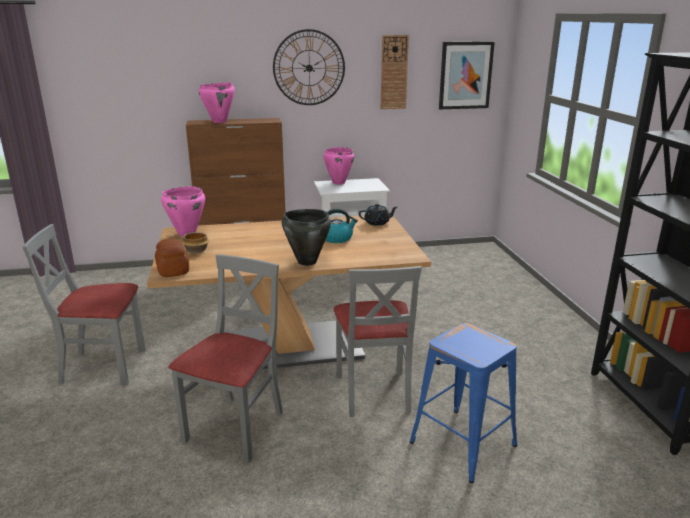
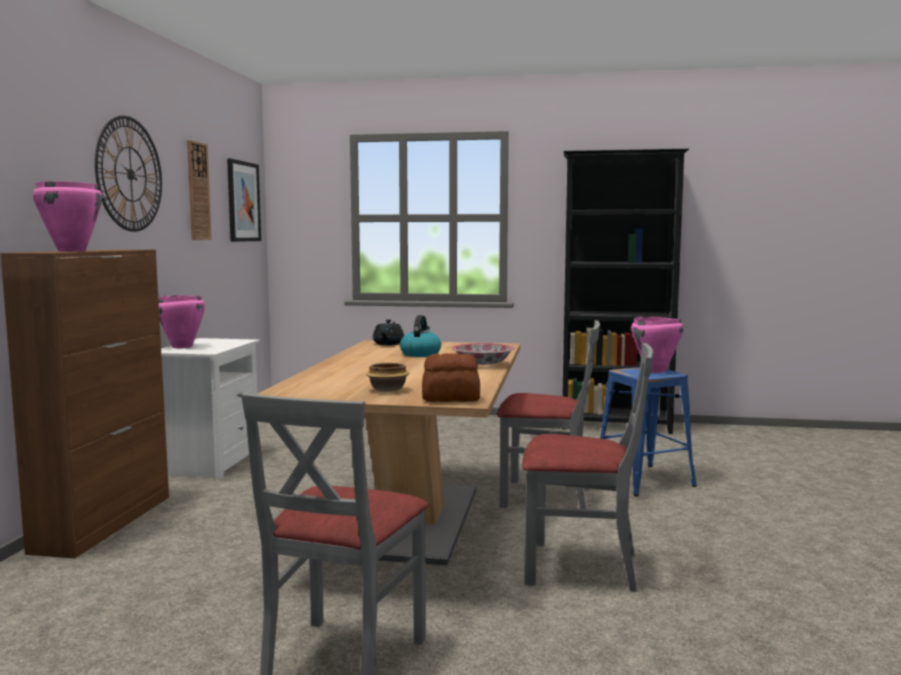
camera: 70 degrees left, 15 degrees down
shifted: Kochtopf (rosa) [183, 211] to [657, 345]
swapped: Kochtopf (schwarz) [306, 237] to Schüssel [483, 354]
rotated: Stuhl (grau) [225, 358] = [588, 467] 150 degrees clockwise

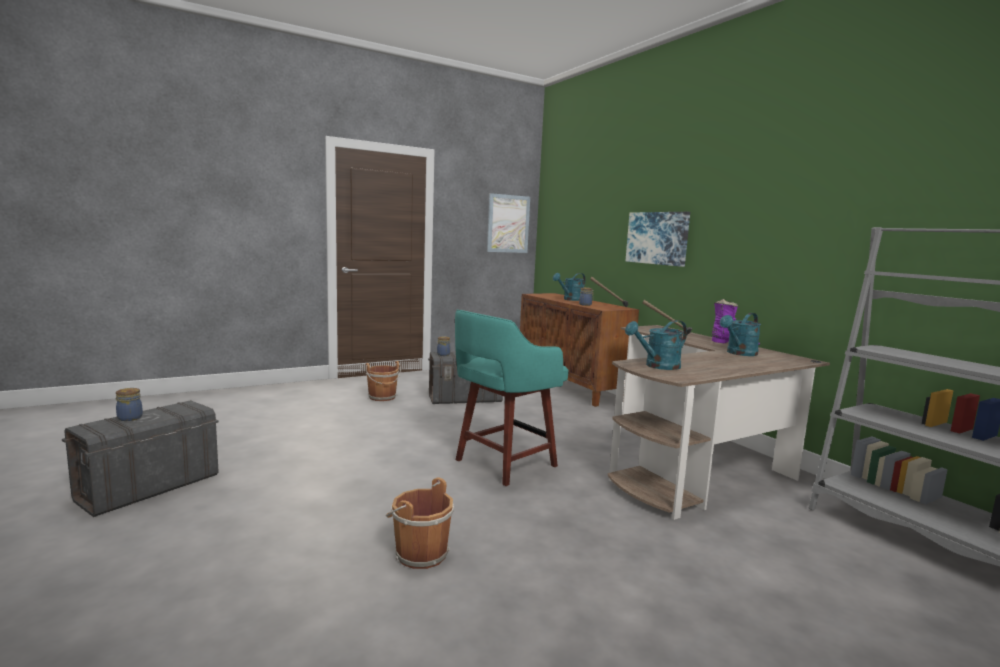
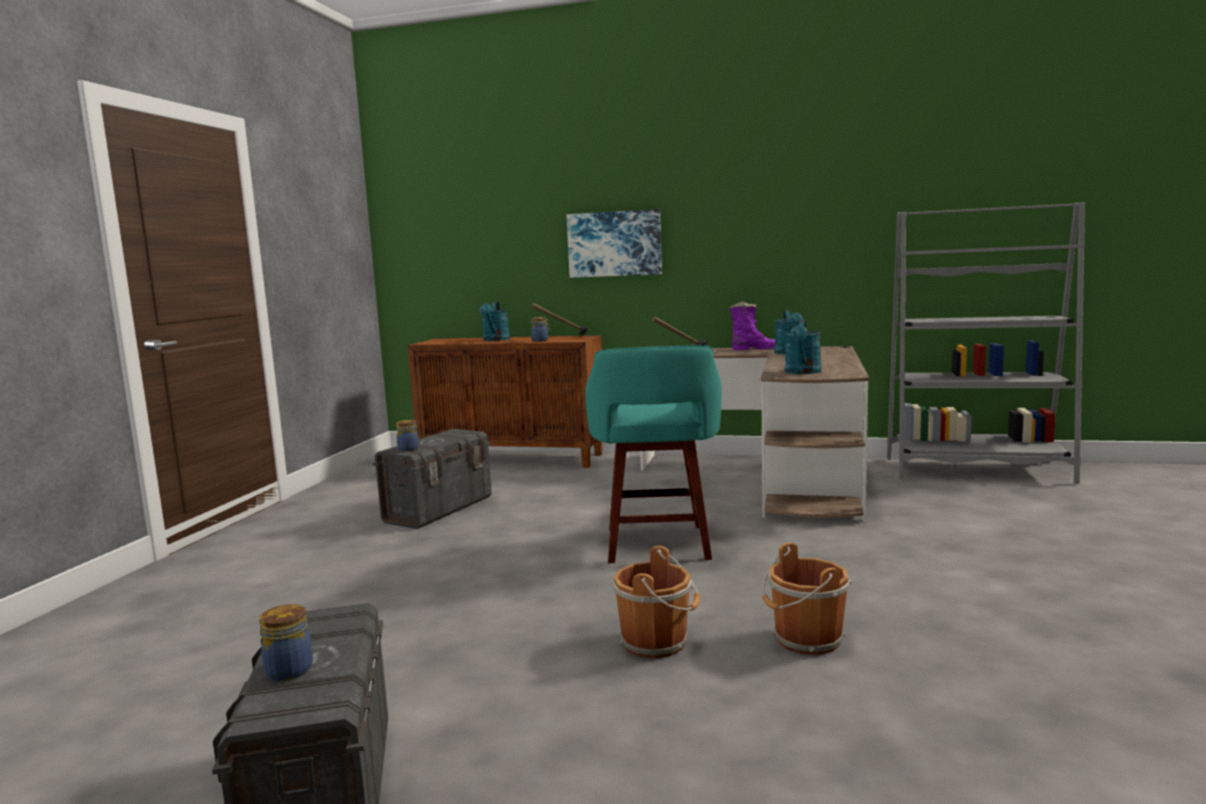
camera: 45 degrees left, 0 degrees up
gone: Bild [508, 223]
shifted: Eimer (braun) [383, 381] to [656, 602]

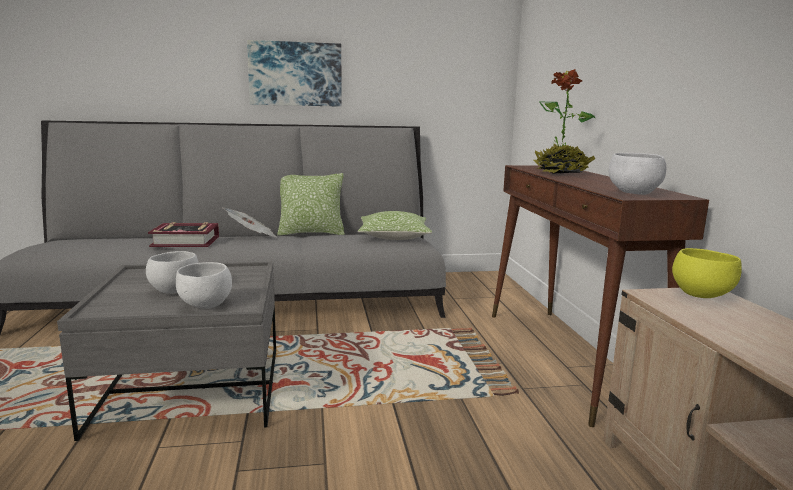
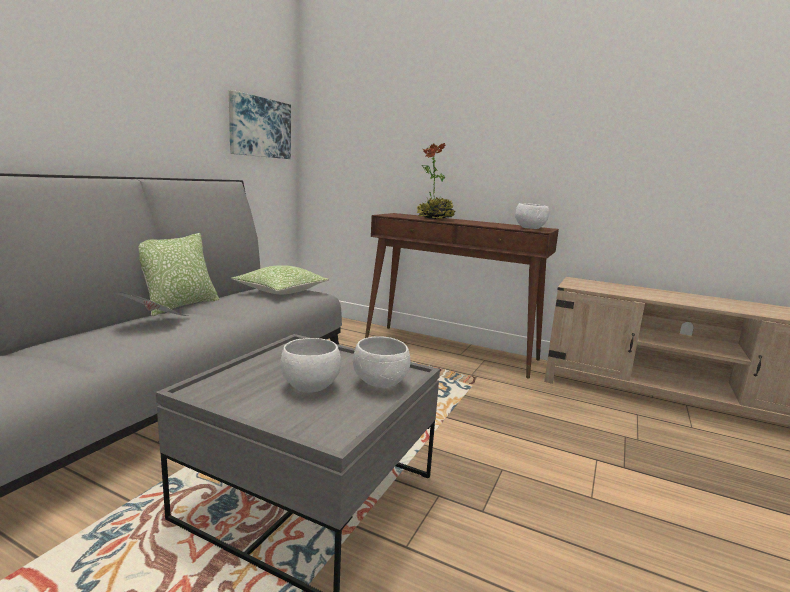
camera: 55 degrees left, 0 degrees up
gone: Buch [183, 234]; Schüssel (gelb) [707, 273]
shifted: Bild [294, 73] to [260, 124]

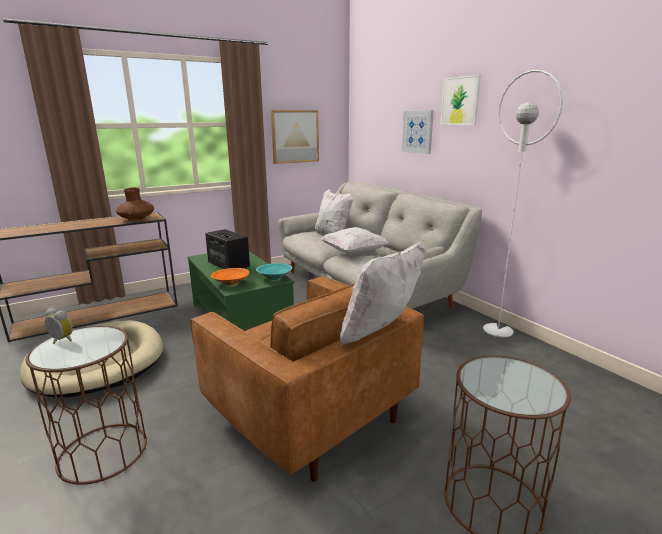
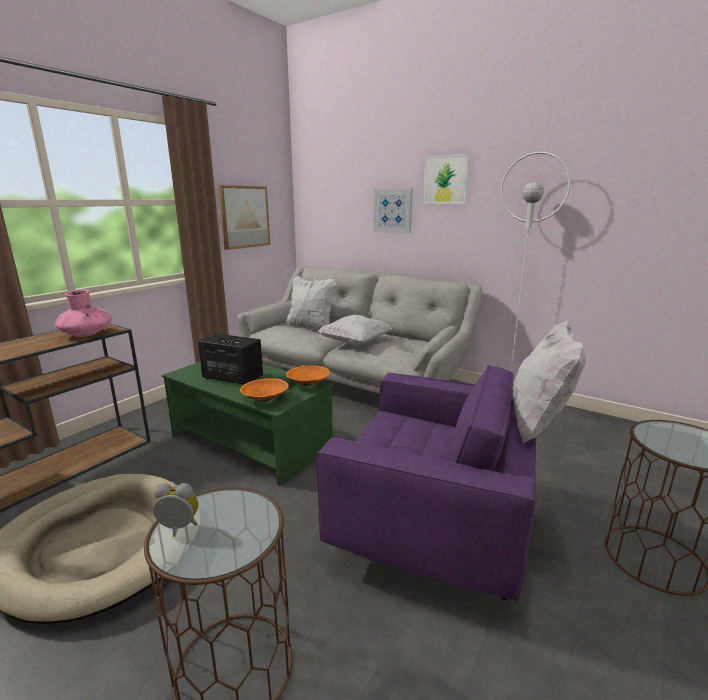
camera: 25 degrees left, 0 degrees up
repainted: Vase (braun) [135, 204] to Vase (rosa) [83, 313]; Sessel (braun) [307, 379] to Sessel (lila) [426, 483]; Schüssel (türkis) [274, 271] to Schüssel (orange) [308, 376]

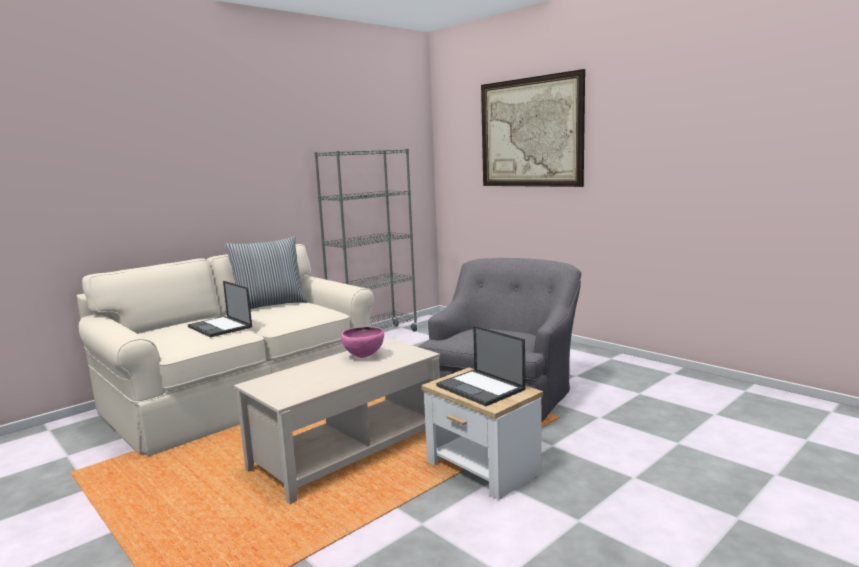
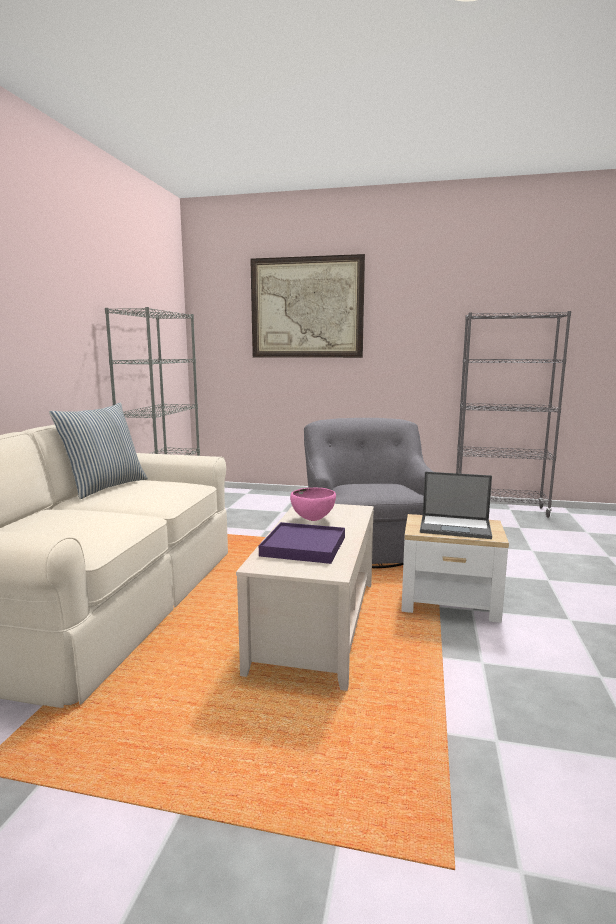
camera: 35 degrees left, 0 degrees up
gone: Laptop [220, 309]
new: Tablett (lila) [302, 543]; Bücherregal (grau) [513, 414]

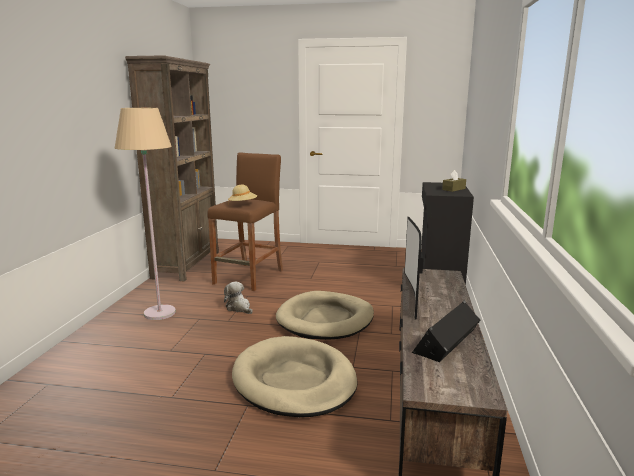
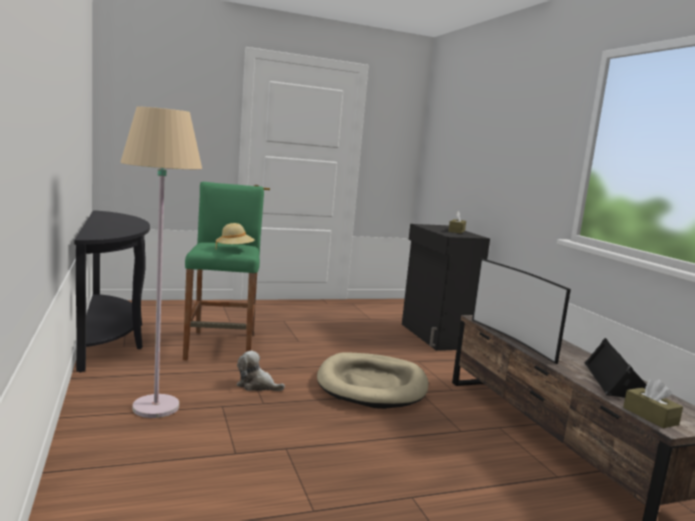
camera: 30 degrees left, 5 degrees down
gone: Hundebett (beige) [295, 376]
new: Taschentuchbox (braun) [653, 403]
swapped: Bücherregal (braun) [172, 168] to Konsolentisch (schwarz) [112, 291]
repainted: Hocker (braun) [245, 222] to Hocker (grün) [223, 271]

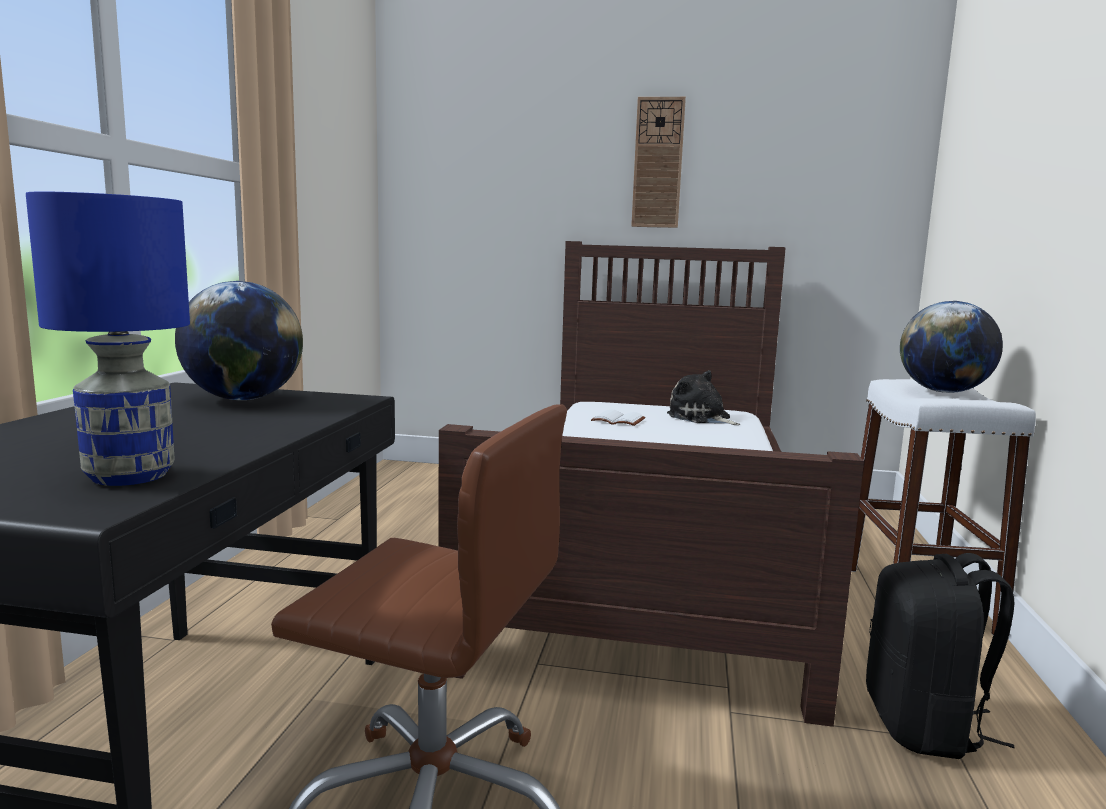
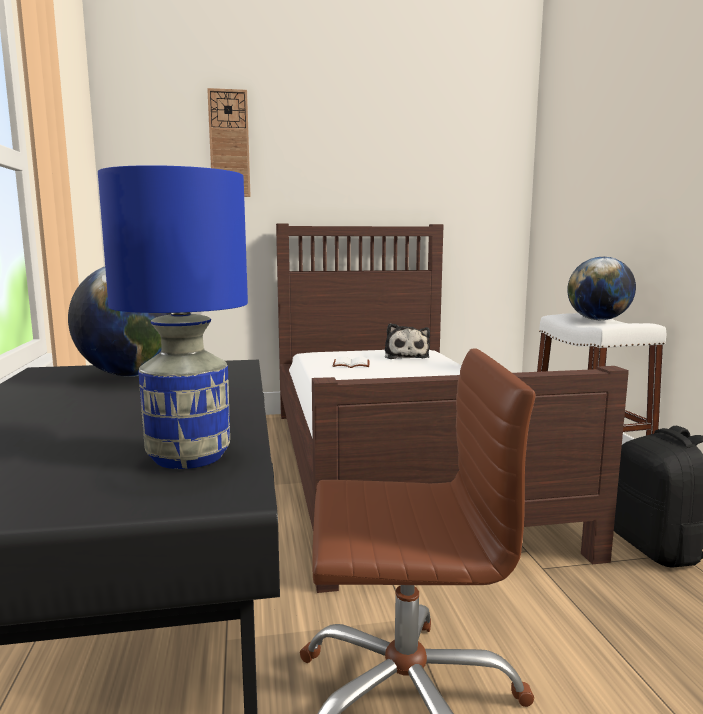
camera: 20 degrees left, 0 degrees up
shifted: Wanduhr [658, 162] to [229, 142]
rotated: Plüschtier [703, 397] = [407, 341] 120 degrees counterclockwise

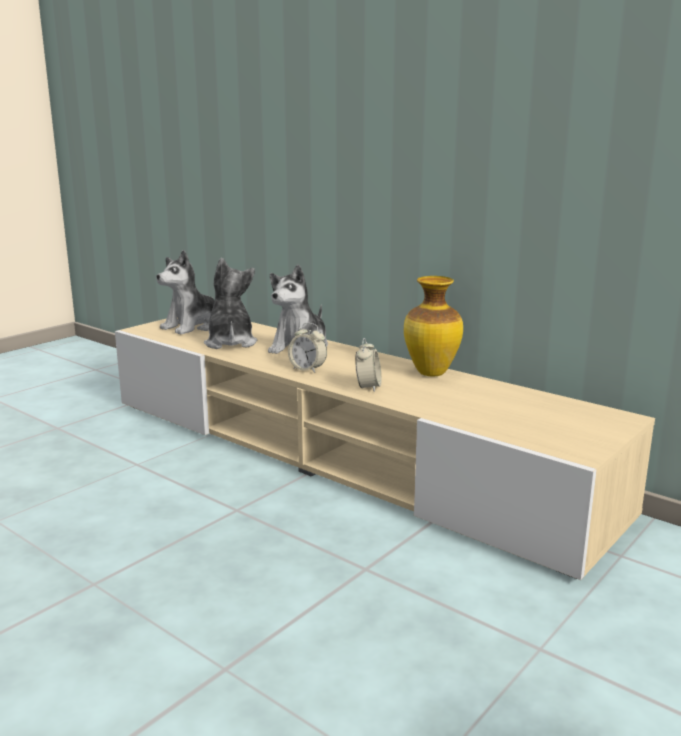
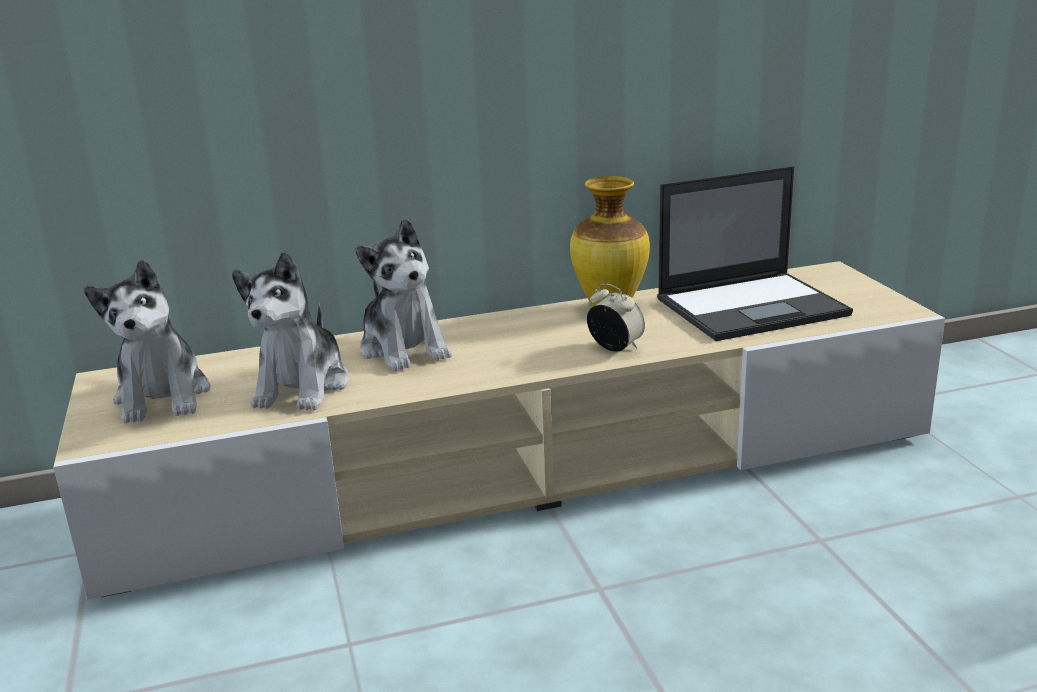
camera: 55 degrees left, 5 degrees up
gone: Wecker [307, 348]
new: Laptop [755, 253]
rotated: Plüschtier [230, 303] = [290, 330] 105 degrees counterclockwise

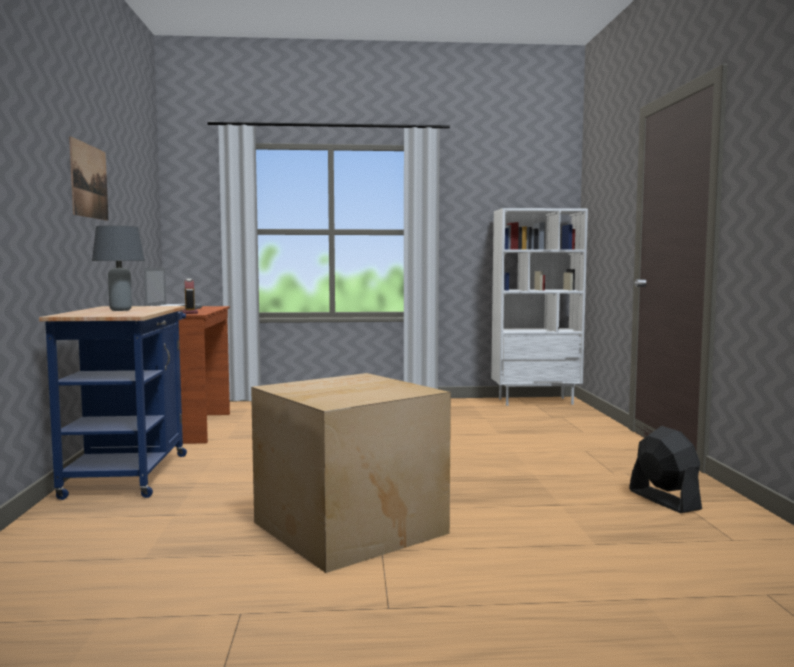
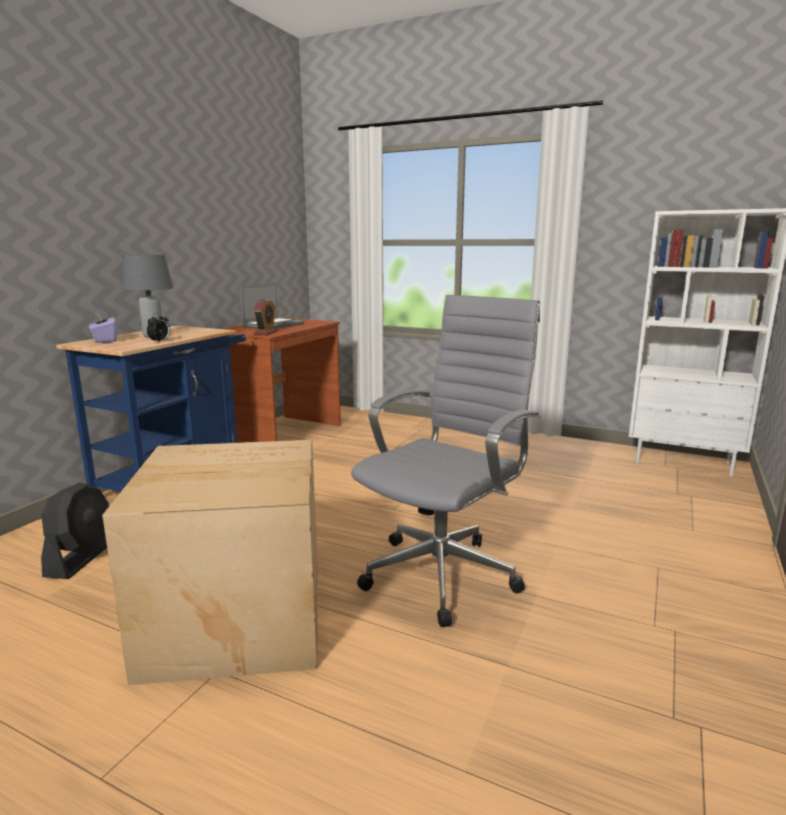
camera: 30 degrees right, 10 degrees up
gone: Bild [89, 178]
new: Taschentuchbox (lila) [103, 327]; Wecker [158, 327]; Bürostuhl (grau) [446, 461]
shifted: Ventilator (schwarz) [665, 469] to [75, 530]

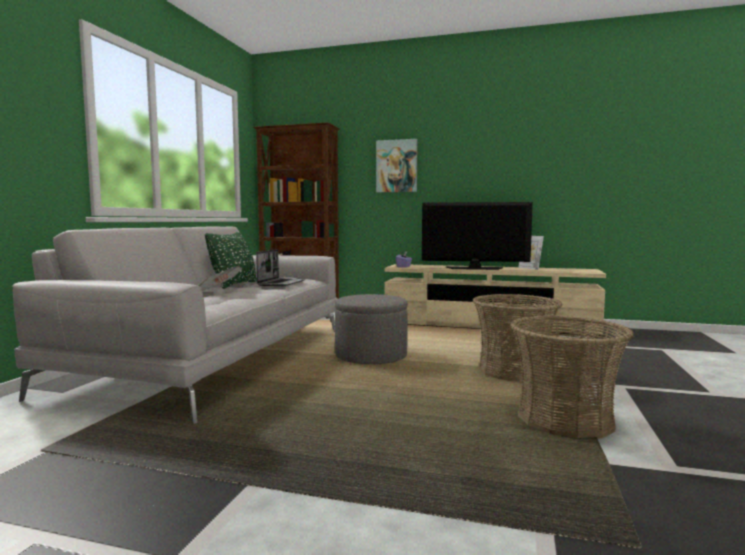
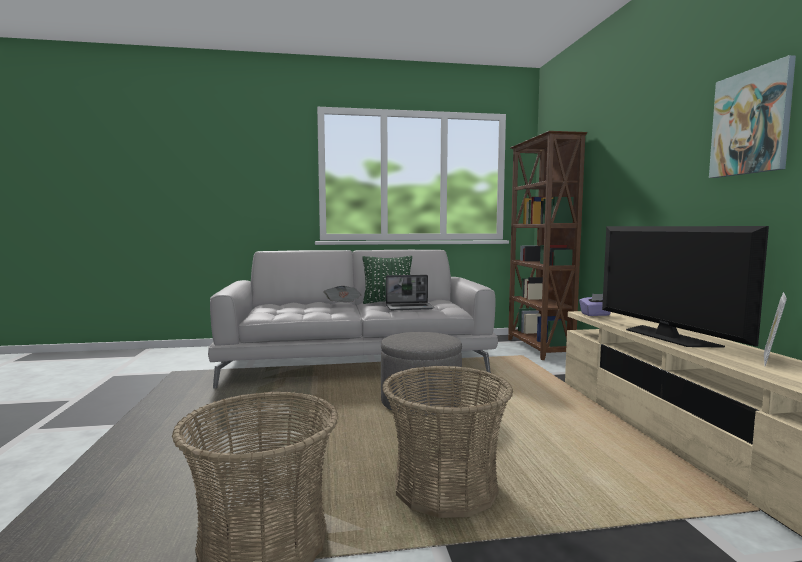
camera: 65 degrees right, 0 degrees up
shifted: Bild [397, 165] to [752, 116]

